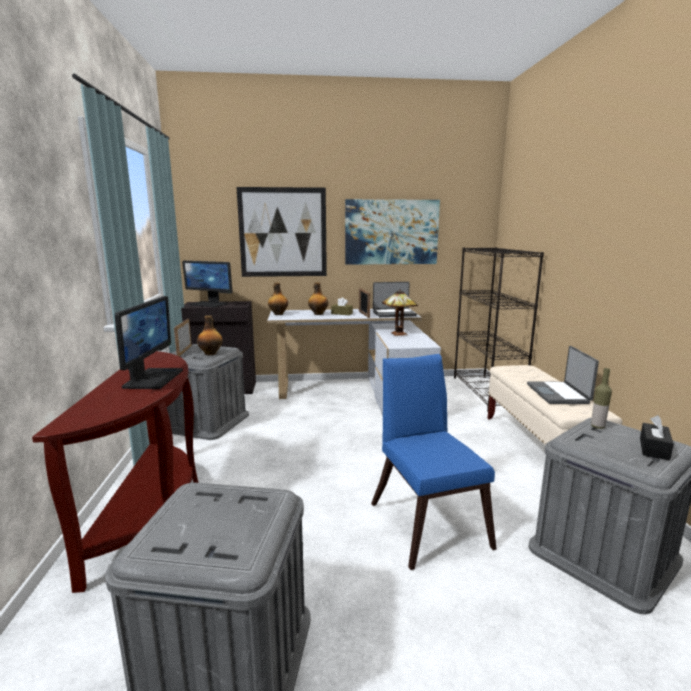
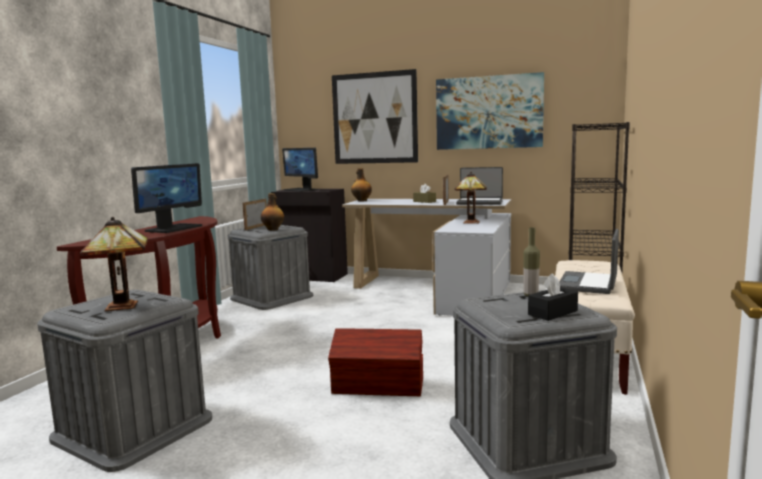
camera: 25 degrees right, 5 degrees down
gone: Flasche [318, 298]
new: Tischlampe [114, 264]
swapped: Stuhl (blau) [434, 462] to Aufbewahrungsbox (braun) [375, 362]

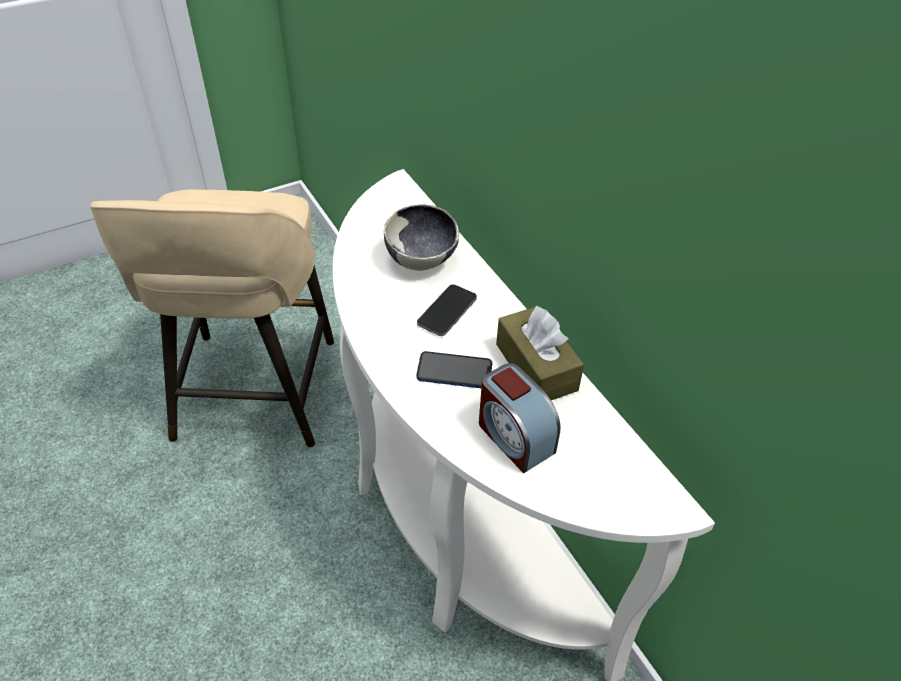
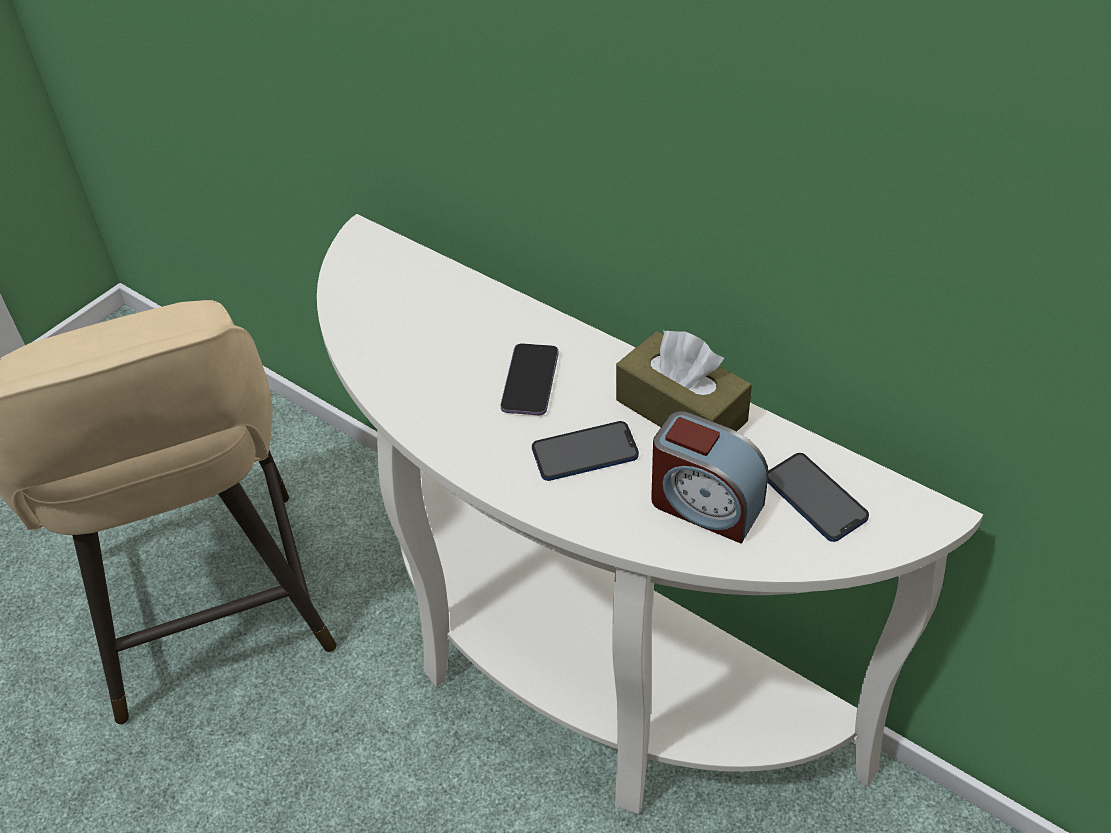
camera: 20 degrees left, 0 degrees up
gone: Schüssel [421, 237]
new: Handy [818, 497]

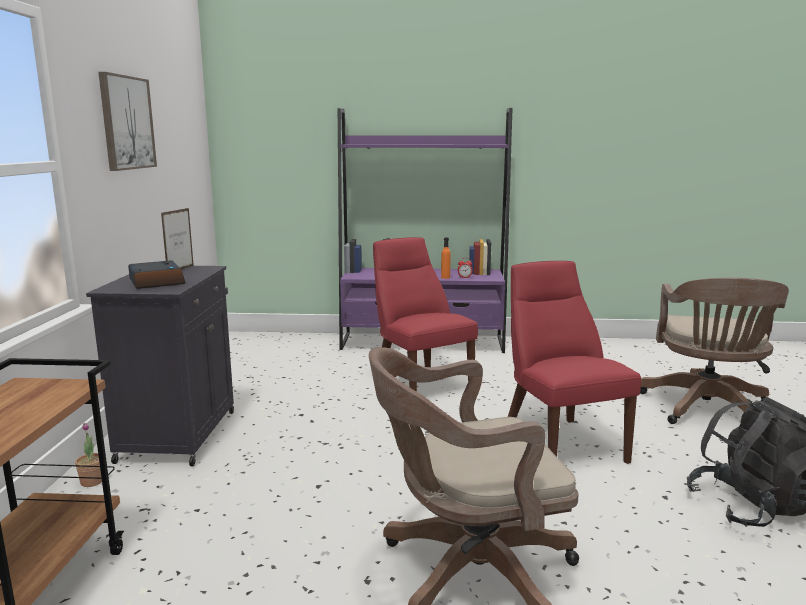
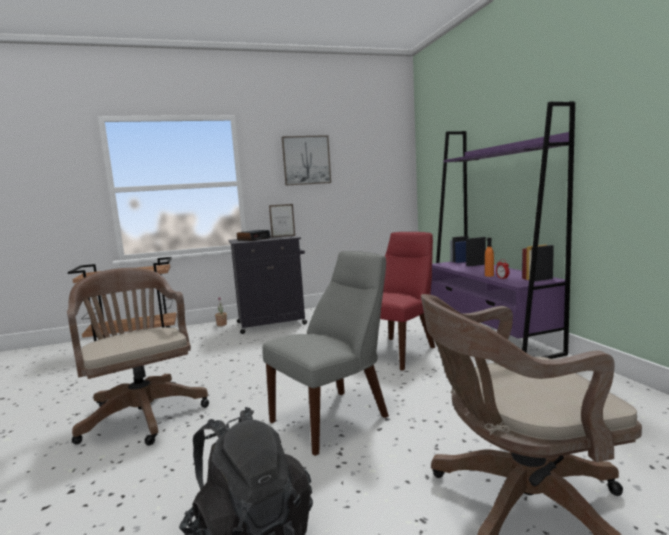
camera: 70 degrees right, 5 degrees down
repainted: Stuhl (rot) [574, 362] to Stuhl (grau) [325, 353]

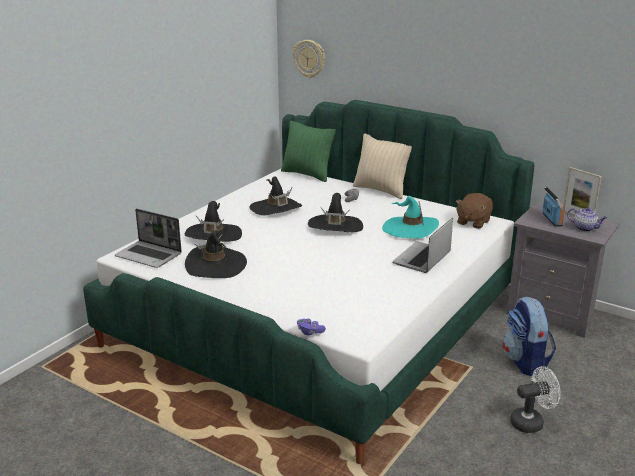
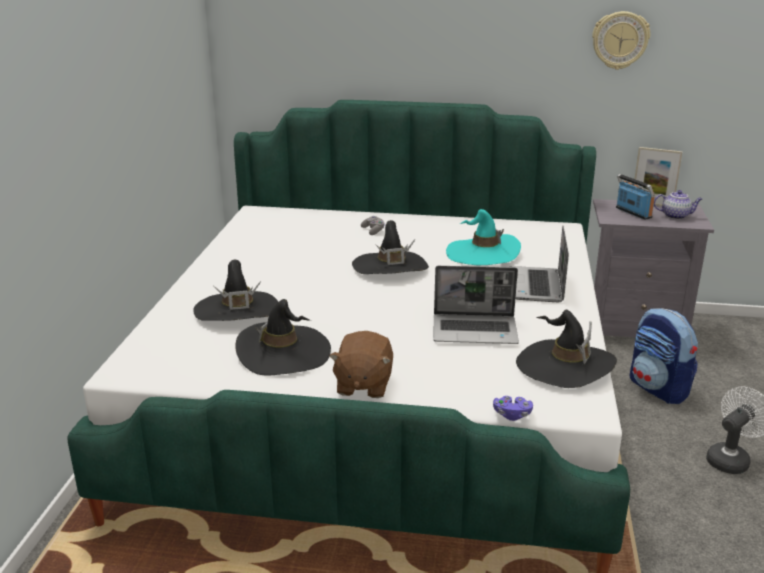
camera: 25 degrees left, 0 degrees up
gone: Kissen (grün) [308, 151]; Kissen (beige) [382, 166]
shifted: Laptop [148, 238] to [476, 305]; Hut (schwarz) [275, 196] to [566, 349]; Wanduhr [309, 59] to [621, 40]; Plüschtier (braun) [474, 211] to [361, 364]

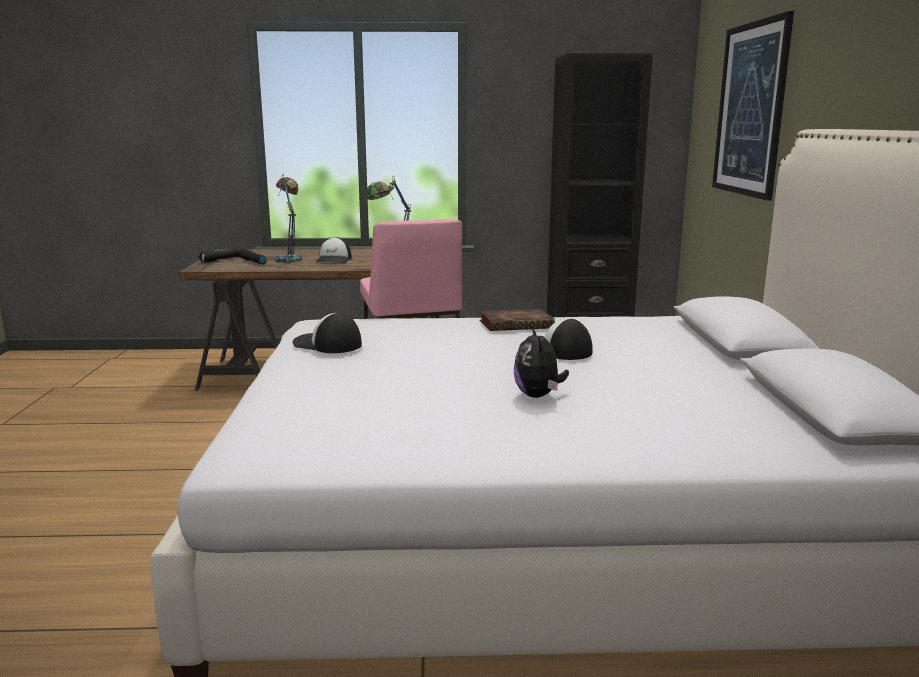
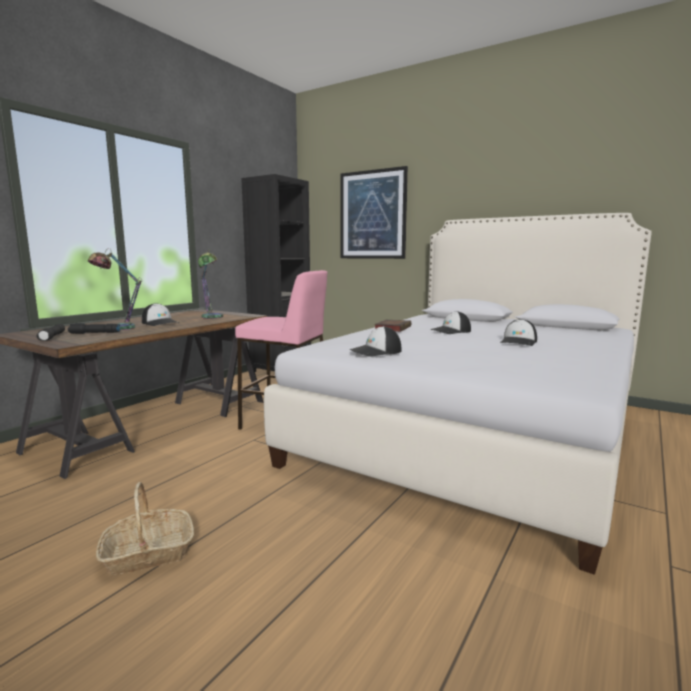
camera: 55 degrees left, 5 degrees down
new: Korb [145, 528]
swapped: Plüschtier [541, 362] to Kappe [518, 332]

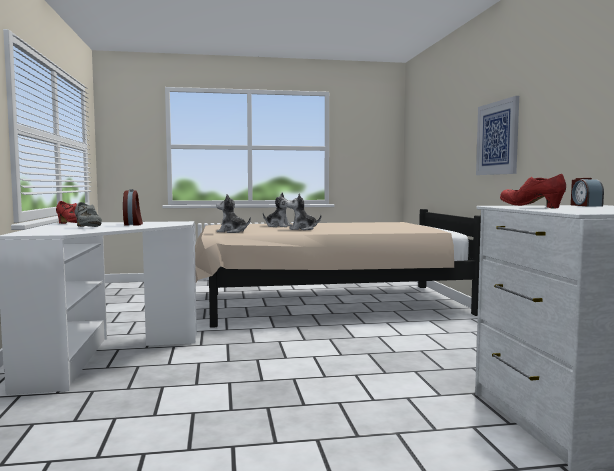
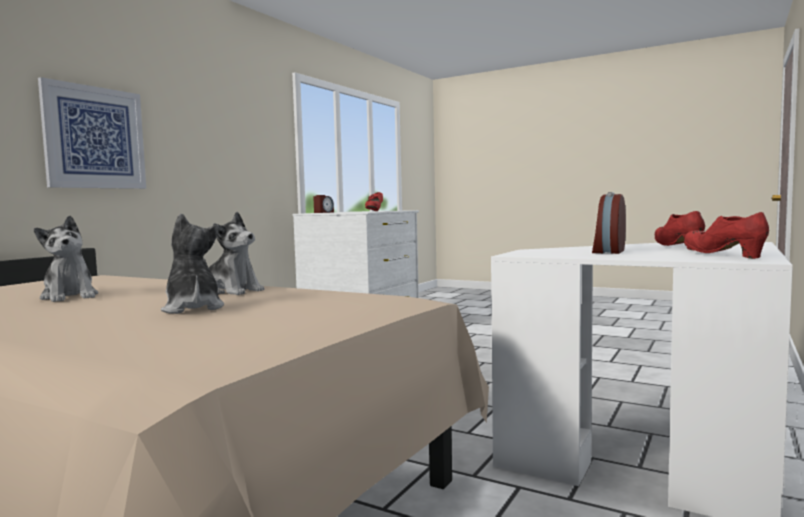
camera: 140 degrees left, 0 degrees up
shifted: Plüschtier [233, 213] to [66, 259]
repainted: Schuh (grau) [88, 214] to Schuh (rot) [680, 230]

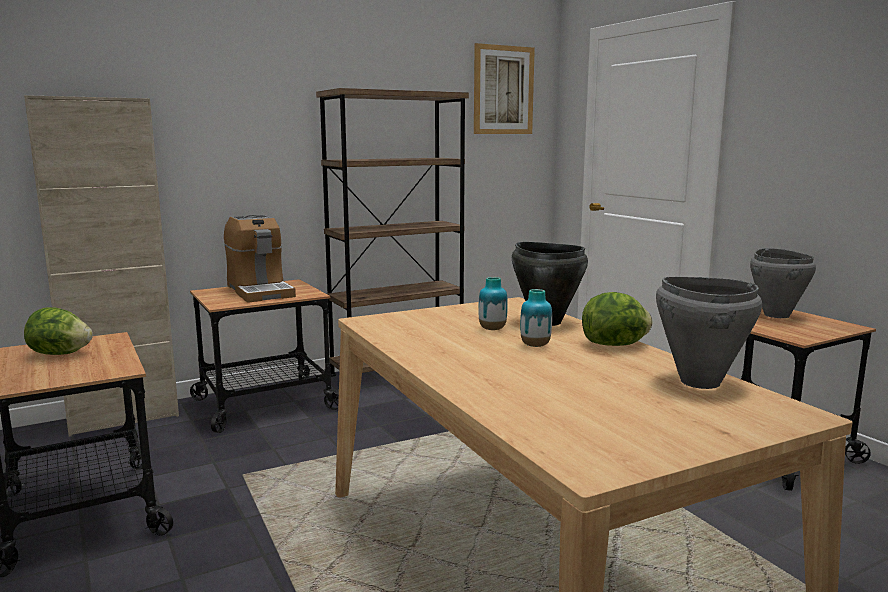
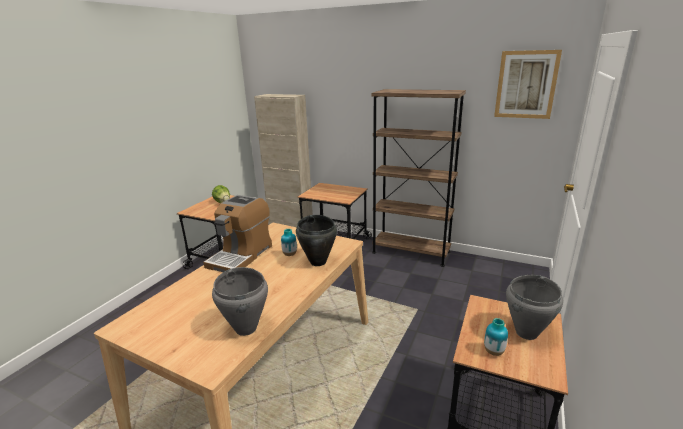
camera: 55 degrees right, 10 degrees up
gone: Salatkopf [617, 319]
shifted: Kaffeemaschine [260, 259] to [237, 233]; Vase [536, 318] to [496, 337]

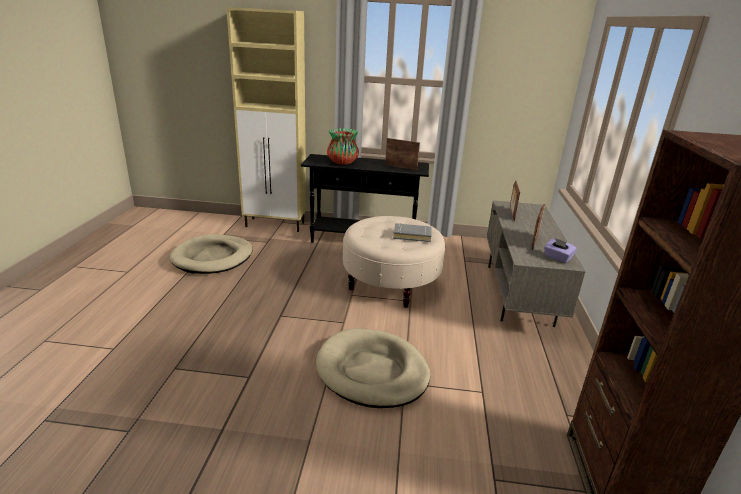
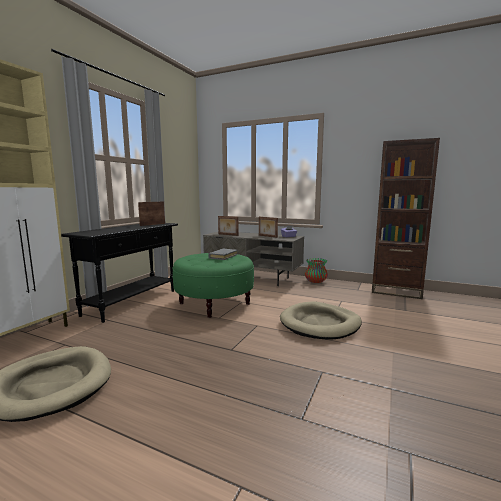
camera: 70 degrees left, 15 degrees down
shifted: Vase [343, 146] to [316, 270]
repainted: Polsterhocker (beige) [393, 262] to Polsterhocker (grün) [213, 285]

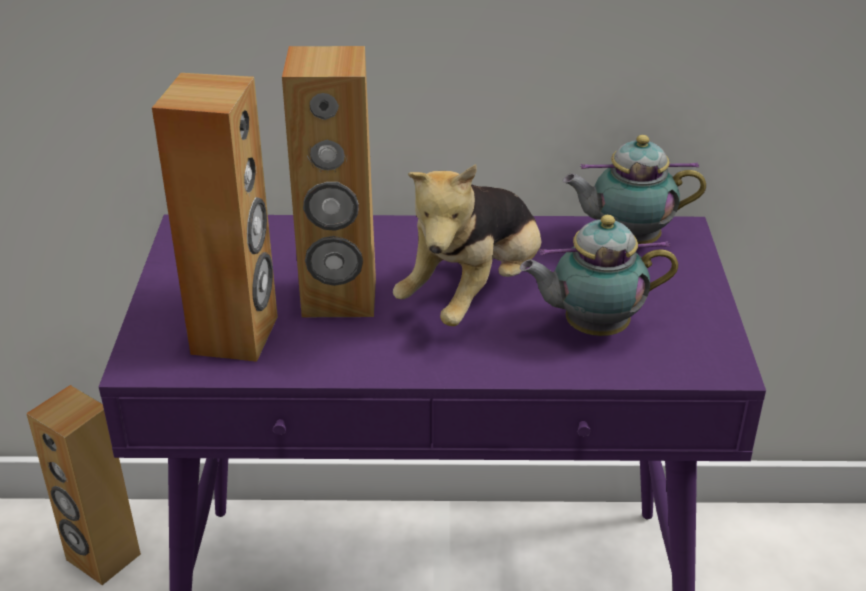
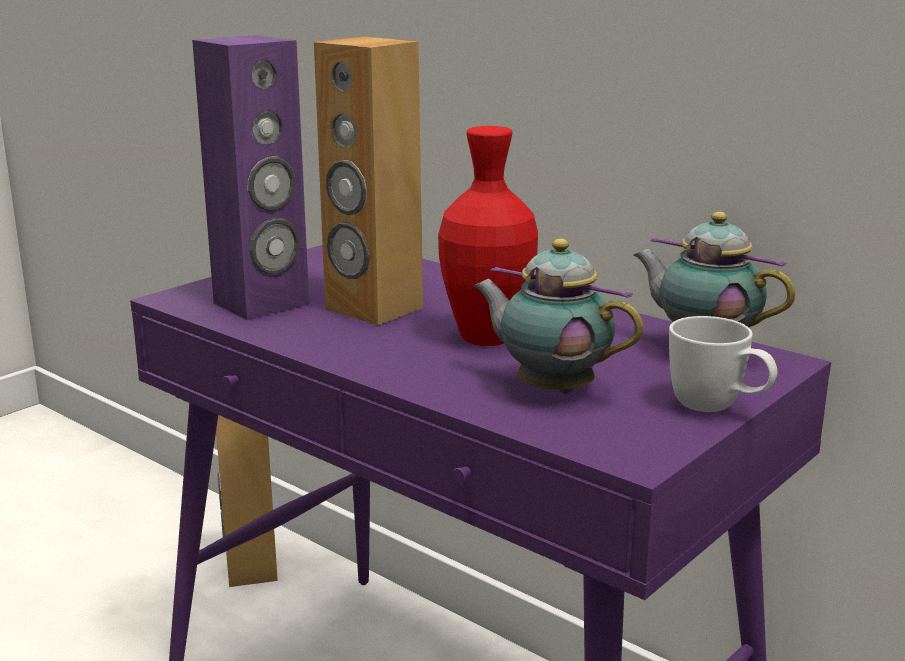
camera: 40 degrees right, 15 degrees down
new: Henkelbecher (weiß) [723, 364]
swapped: Plüschtier [467, 245] to Vase (rot) [488, 236]
repainted: Lautsprecher (braun) [215, 217] to Lautsprecher (lila) [250, 177]

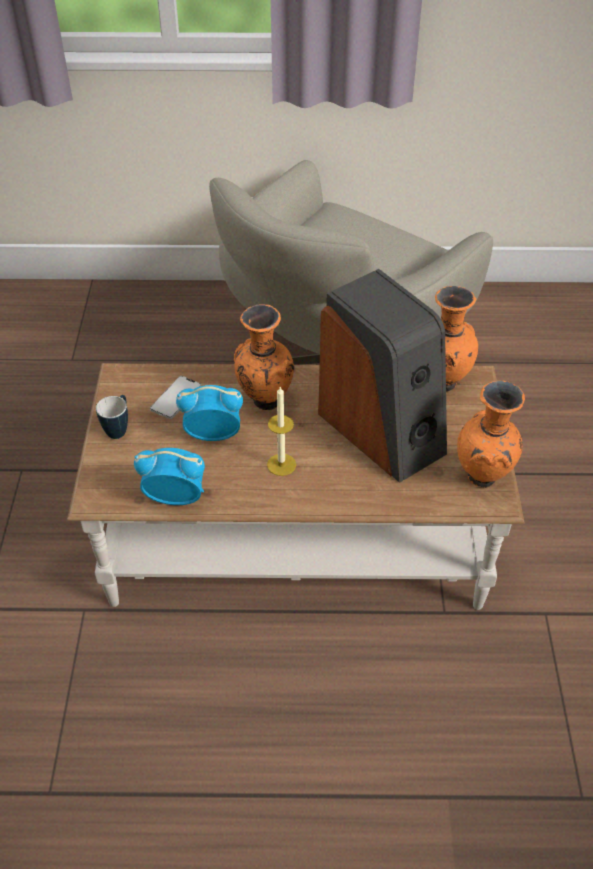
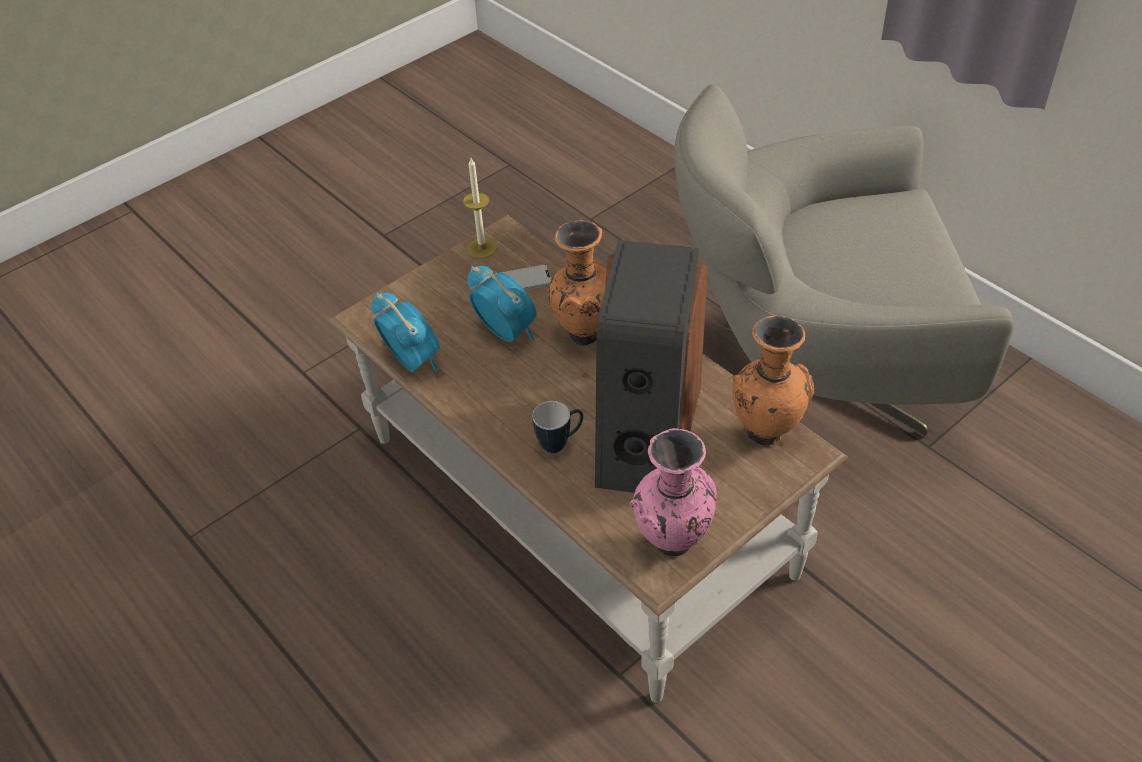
camera: 50 degrees right, 0 degrees up
shifted: Henkelbecher [112, 417] to [557, 427]; Kerze [281, 431] to [480, 208]
repainted: Vase (orange) [491, 434] to Vase (rosa) [673, 492]

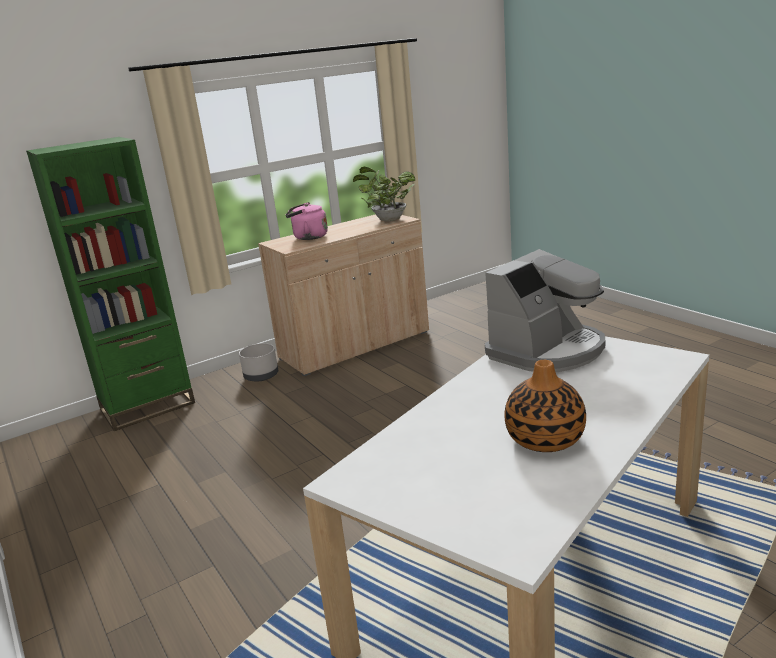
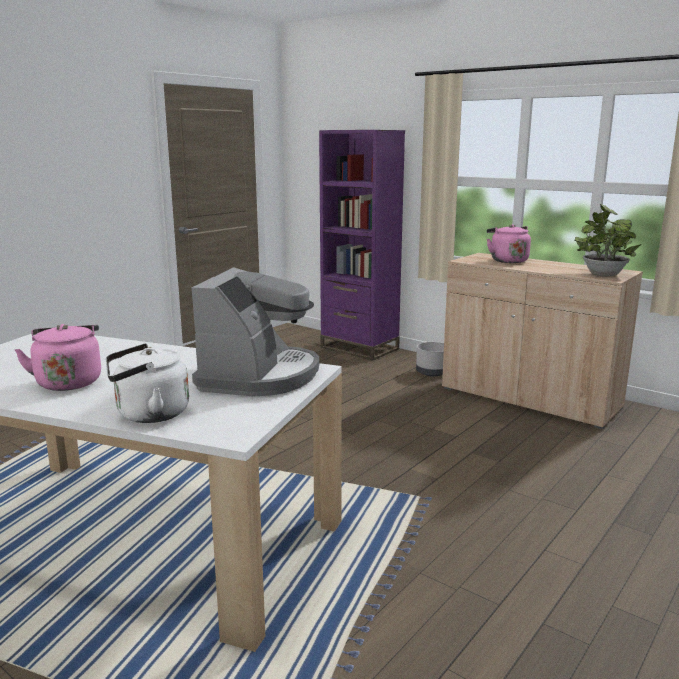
camera: 70 degrees right, 5 degrees down
new: Wasserkessel (weiß) [147, 383]
swapped: Vase [545, 406] to Wasserkessel (rosa) [58, 357]
repainted: Bücherregal (grün) [110, 284] to Bücherregal (lila) [362, 245]
rotated: Kaffeemaschine [545, 310] = [255, 331] 105 degrees counterclockwise

